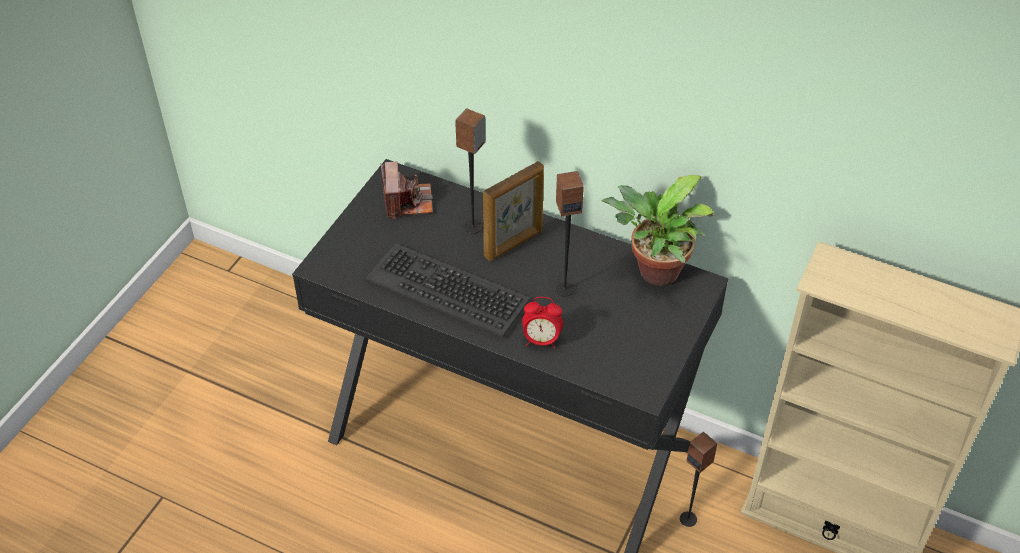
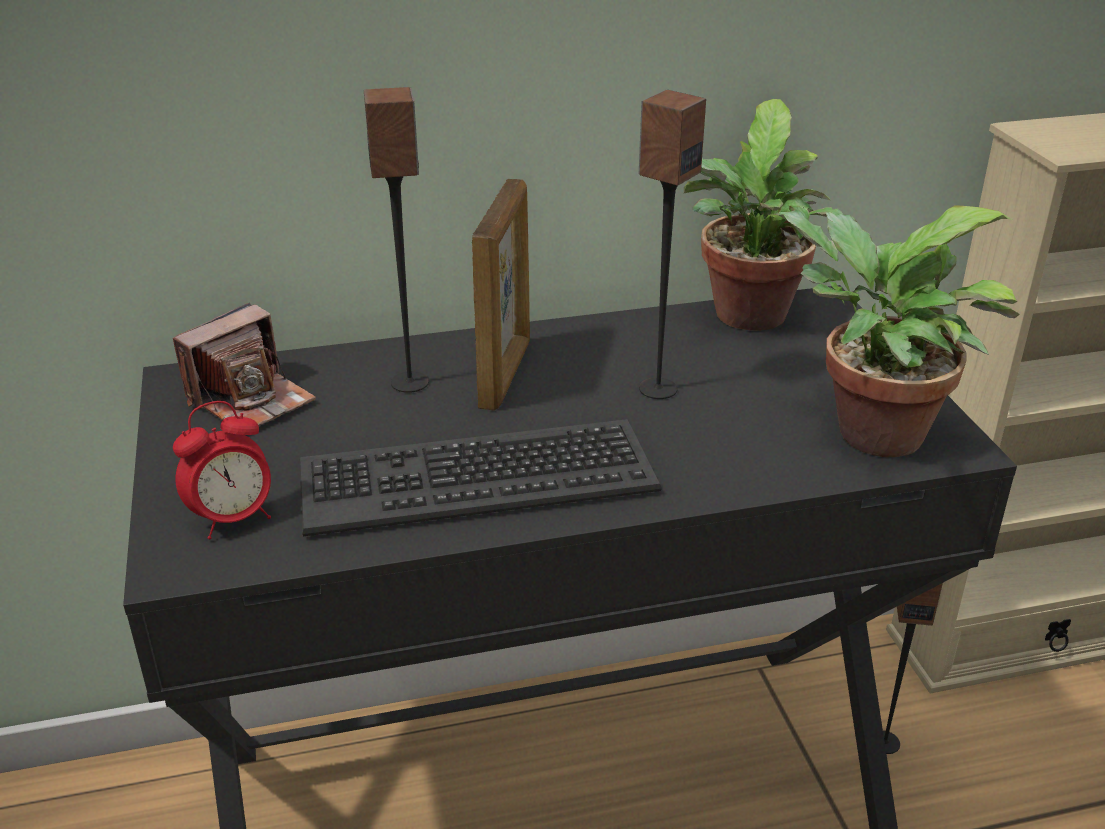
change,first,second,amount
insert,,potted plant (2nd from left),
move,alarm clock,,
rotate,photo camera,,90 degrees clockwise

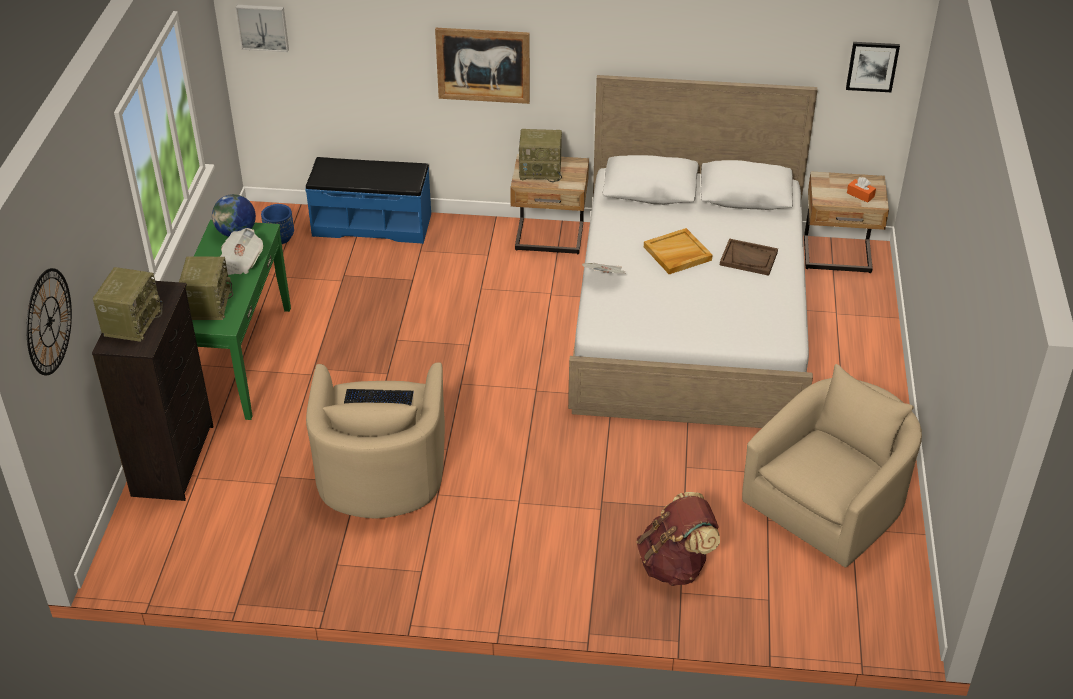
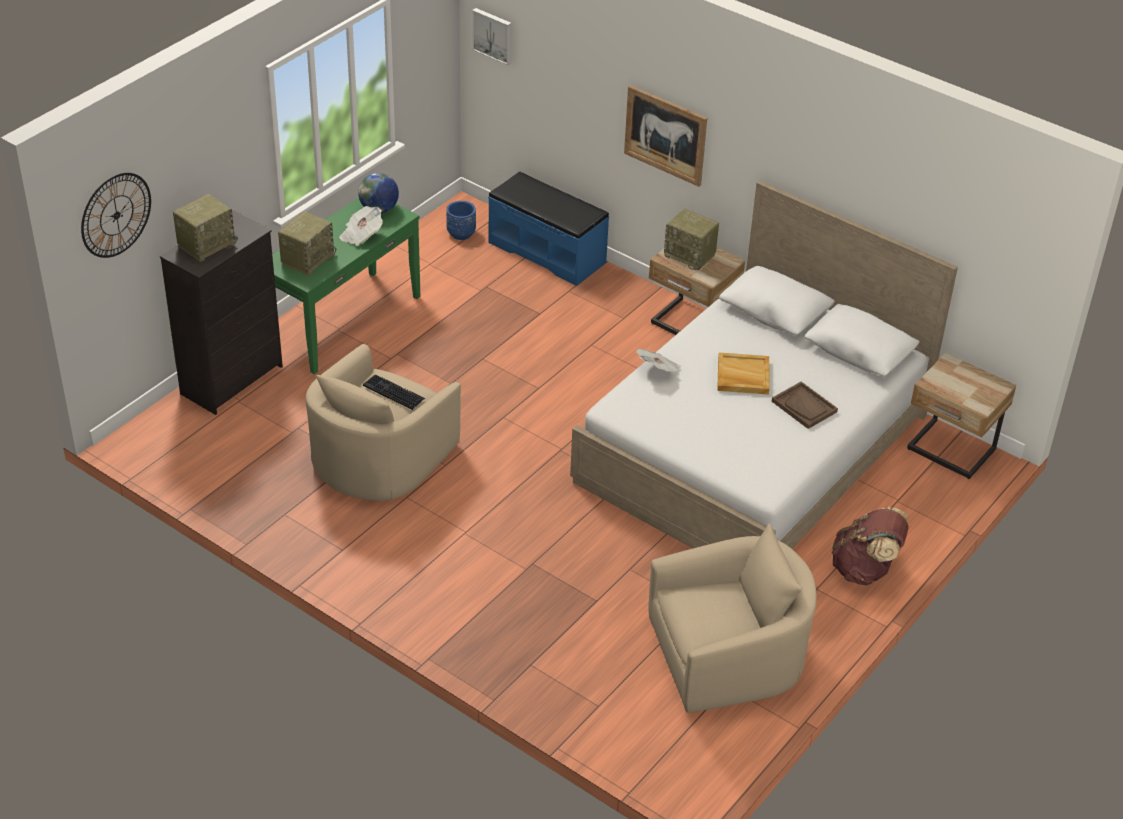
change,first,second,amount
delete,picture (3rd from left),,
delete,tissue box (orange),,
move,backpack (brown),,

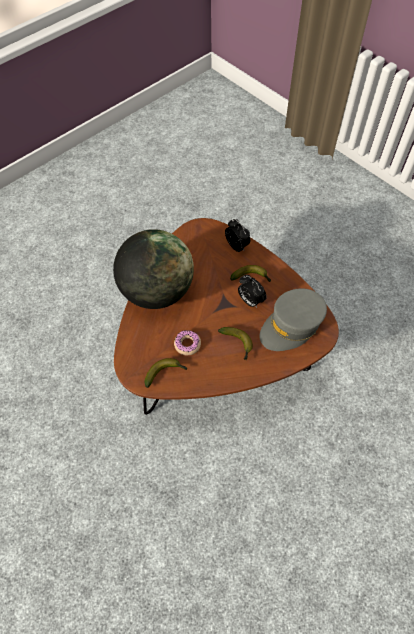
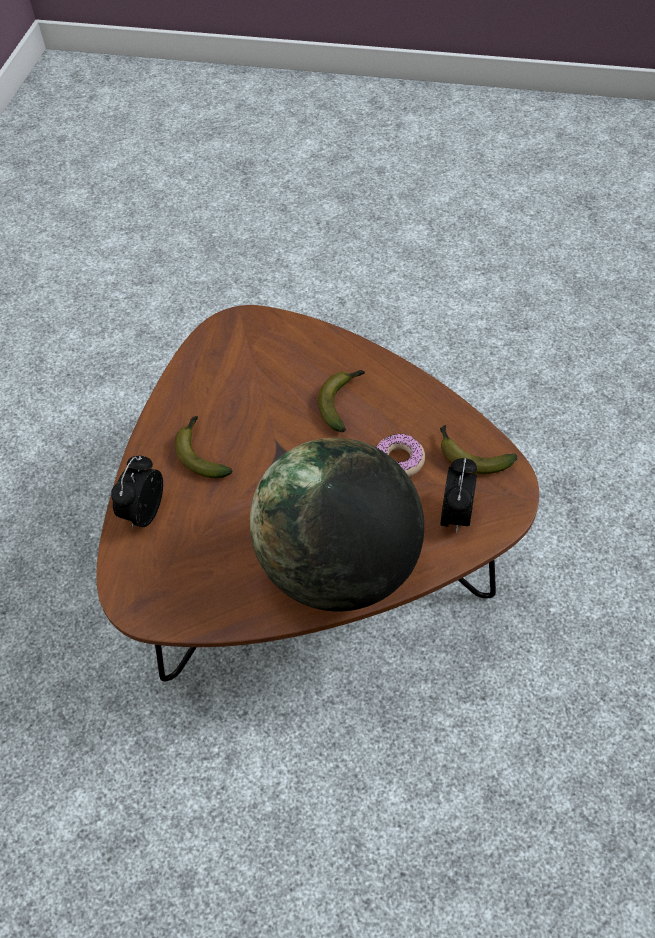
change,first,second,amount
delete,cap (grey),,
move,alarm clock (2nd from left),,

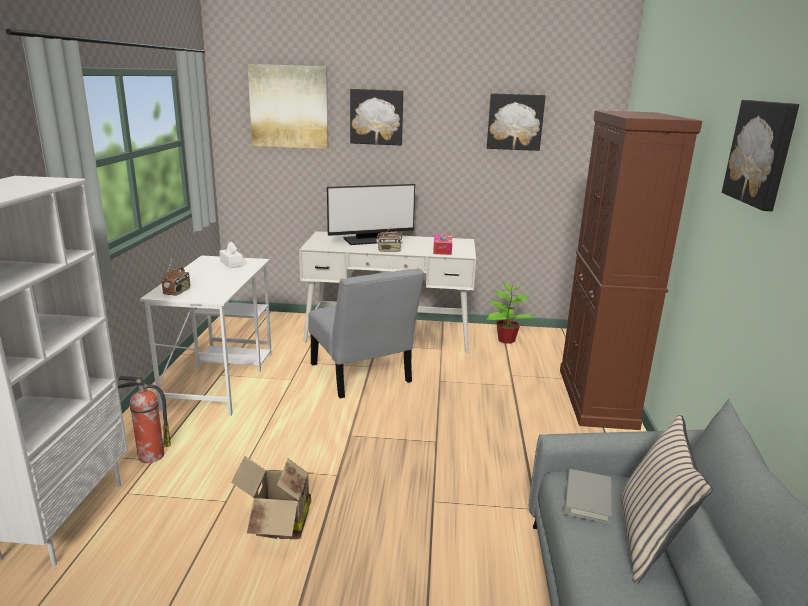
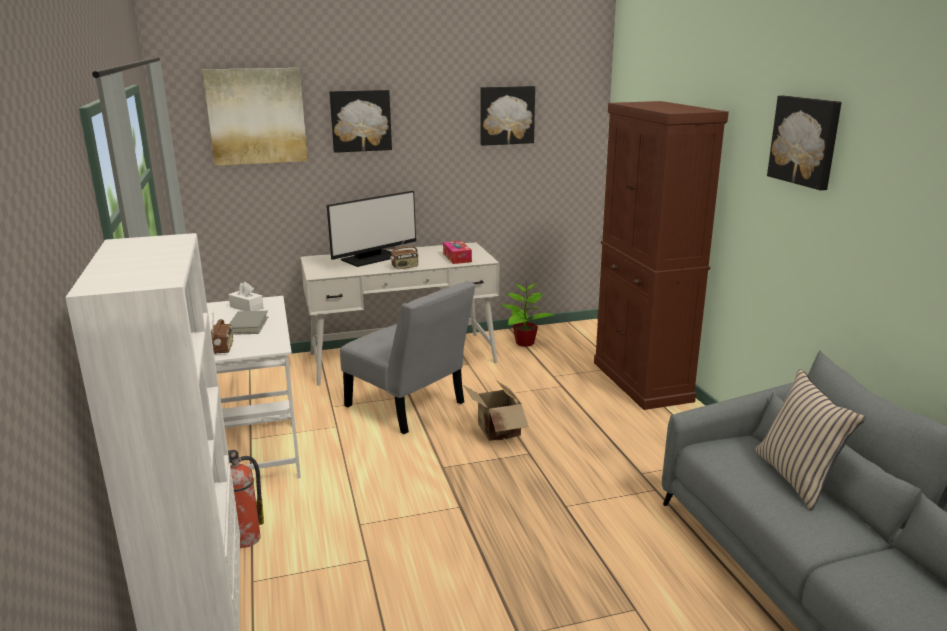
change,first,second,amount
move,cardboard box,,
move,book (grey),,

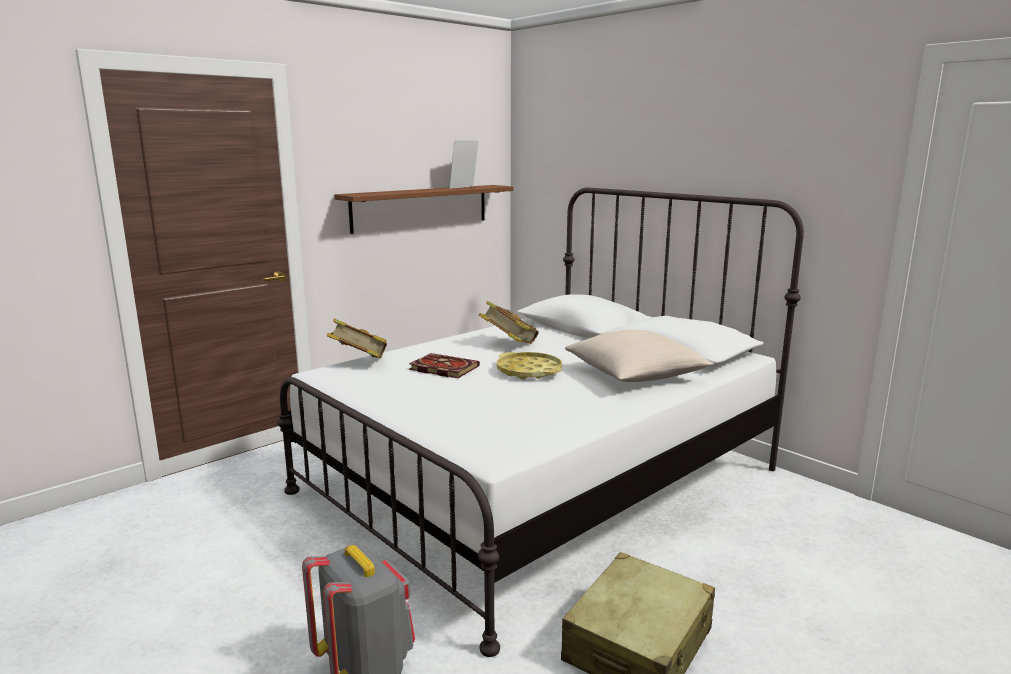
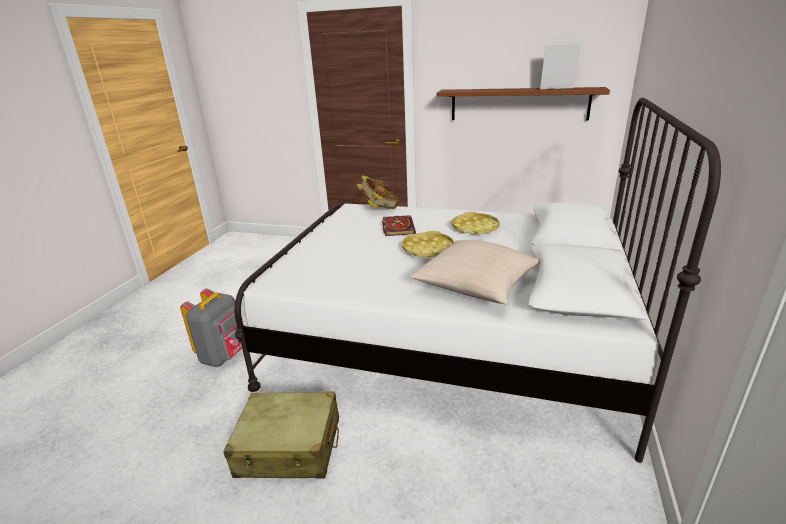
change,first,second,amount
replace,book (3rd from left),tray (yellow) (2nd from left),

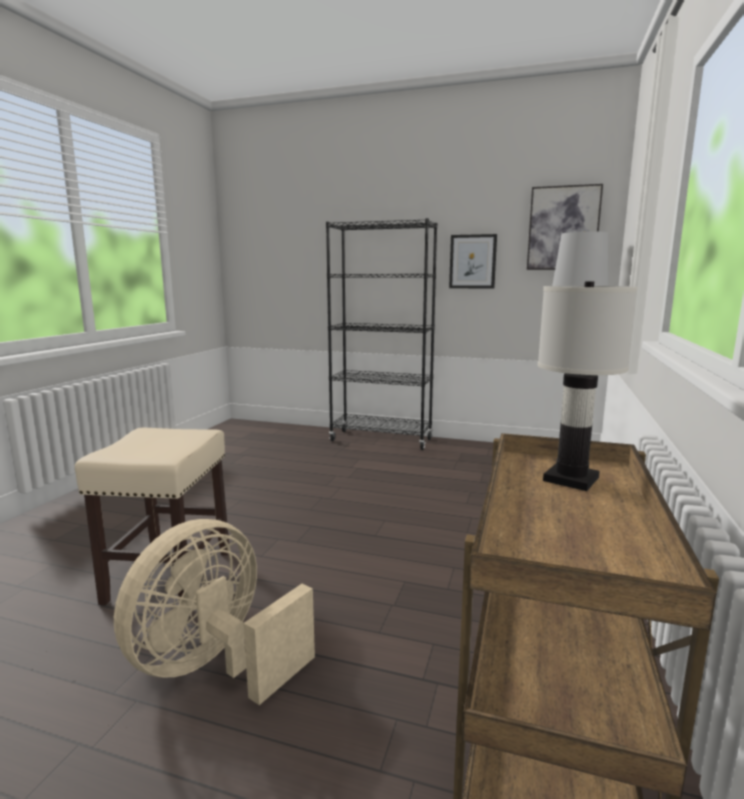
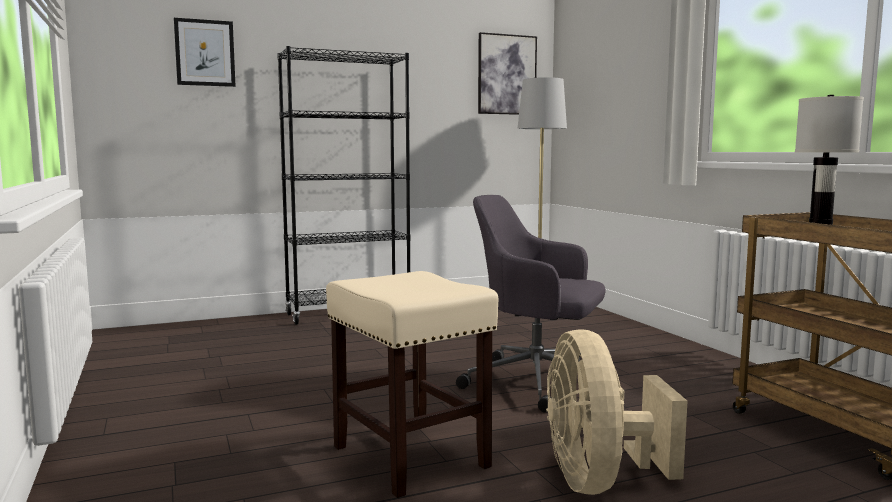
change,first,second,amount
insert,,office chair (grey),
move,picture (1st from left),,

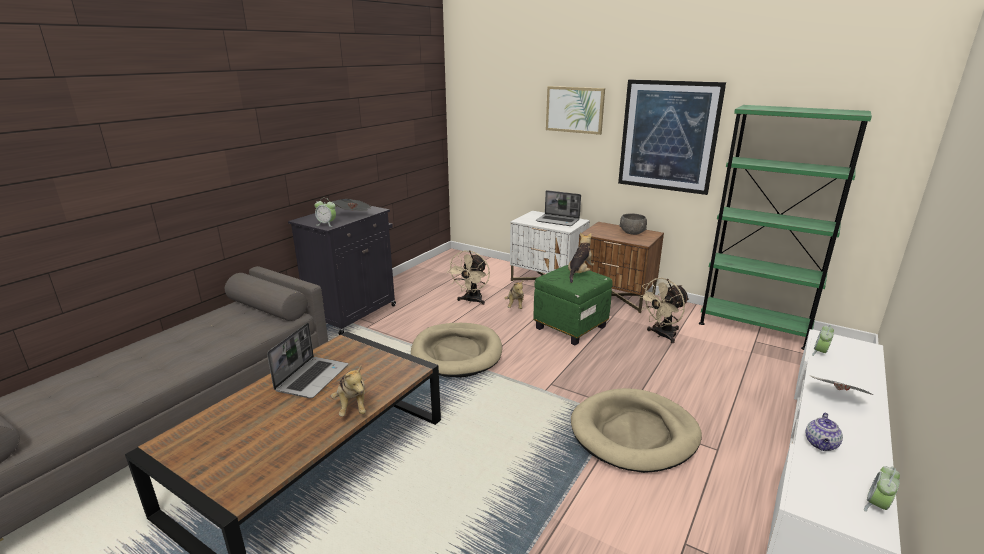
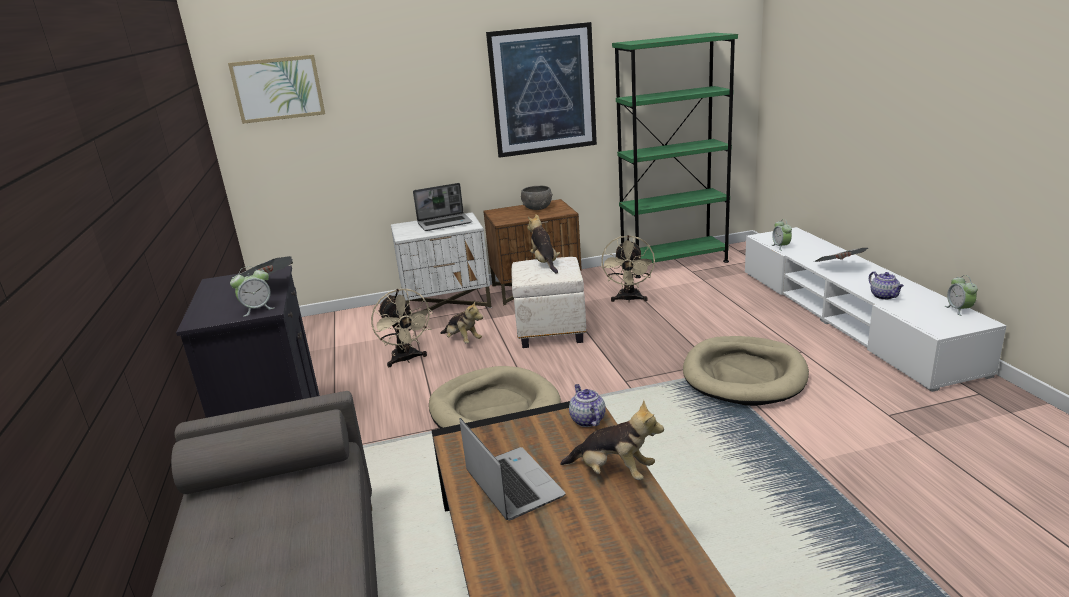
change,first,second,amount
insert,,teapot (1st from left),
move,picture (1st from left),,
recolor,ottoman (green),ottoman (white),

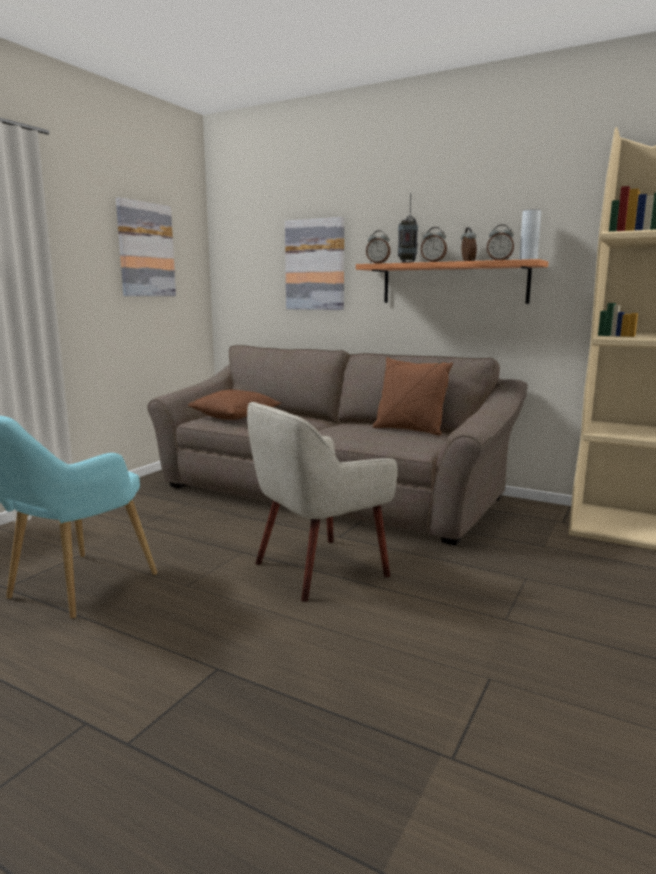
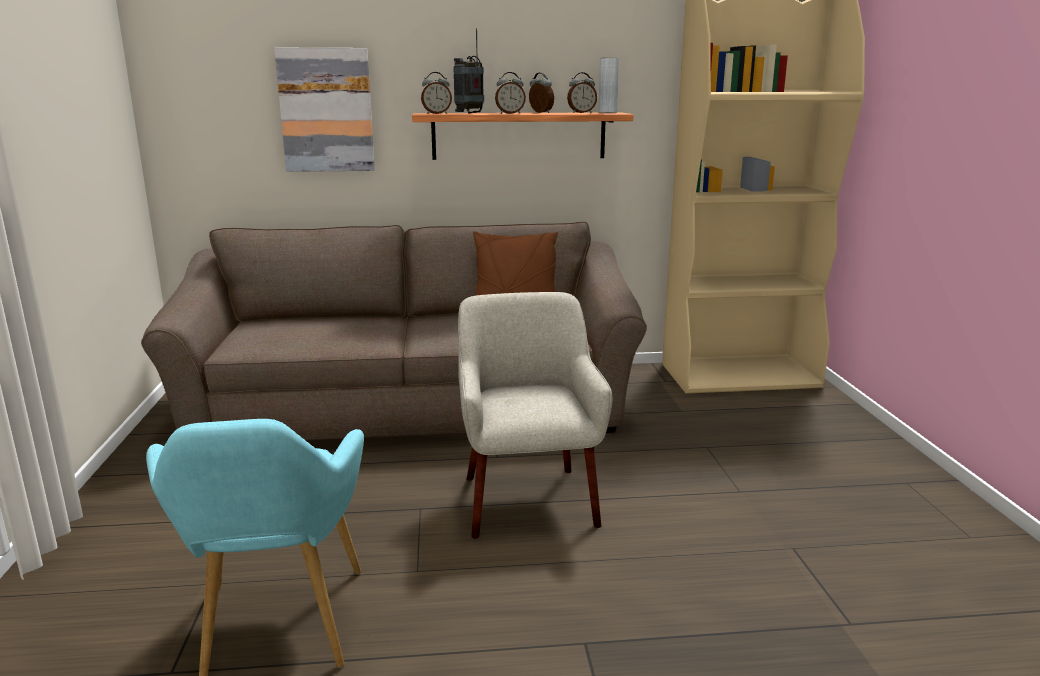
change,first,second,amount
delete,picture (1st from left),,
delete,pillow (brown) (1st from left),,
rotate,armchair (beige),,150 degrees clockwise

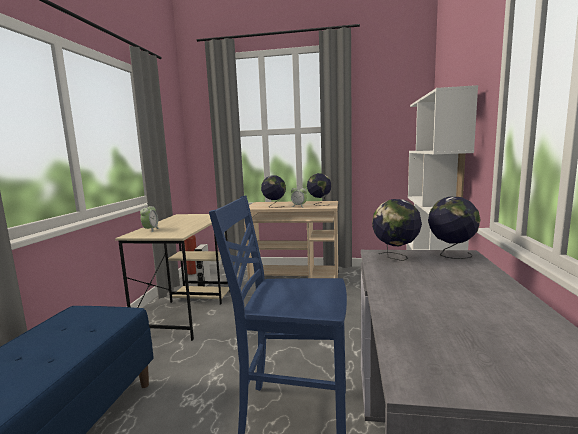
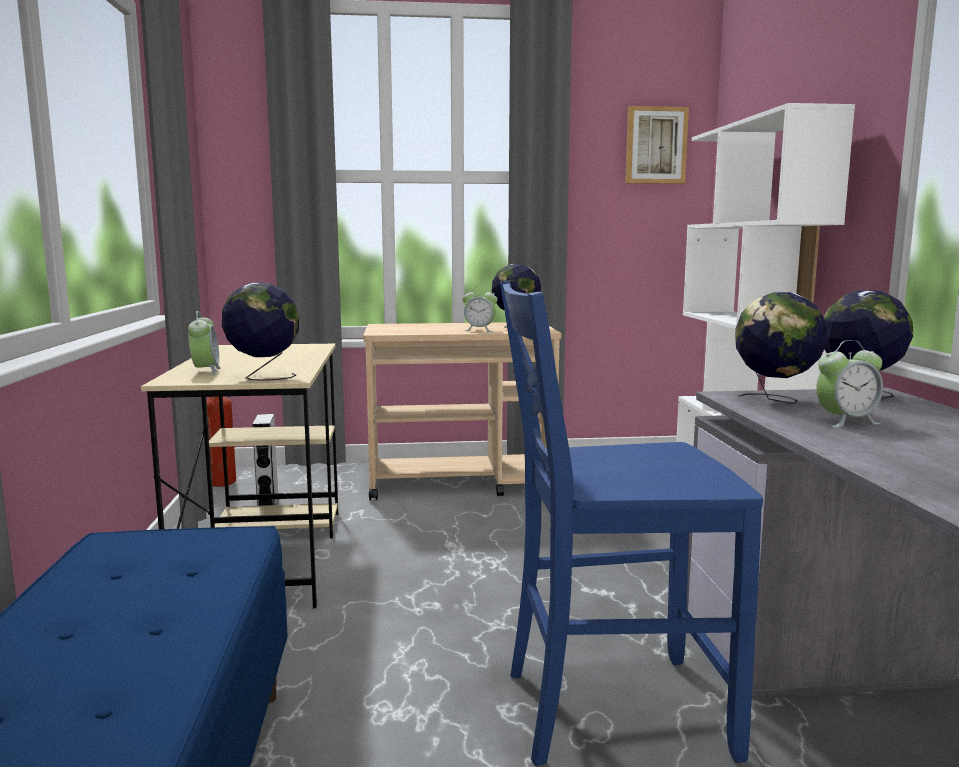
change,first,second,amount
insert,,picture,
insert,,alarm clock (3rd from left),
move,globe (1st from left),,

